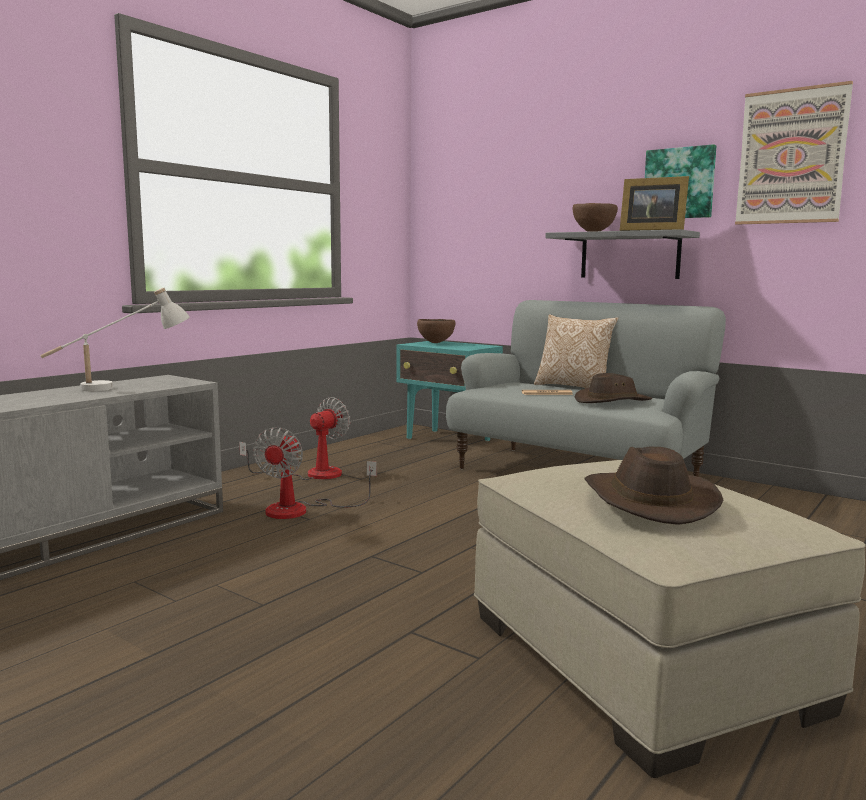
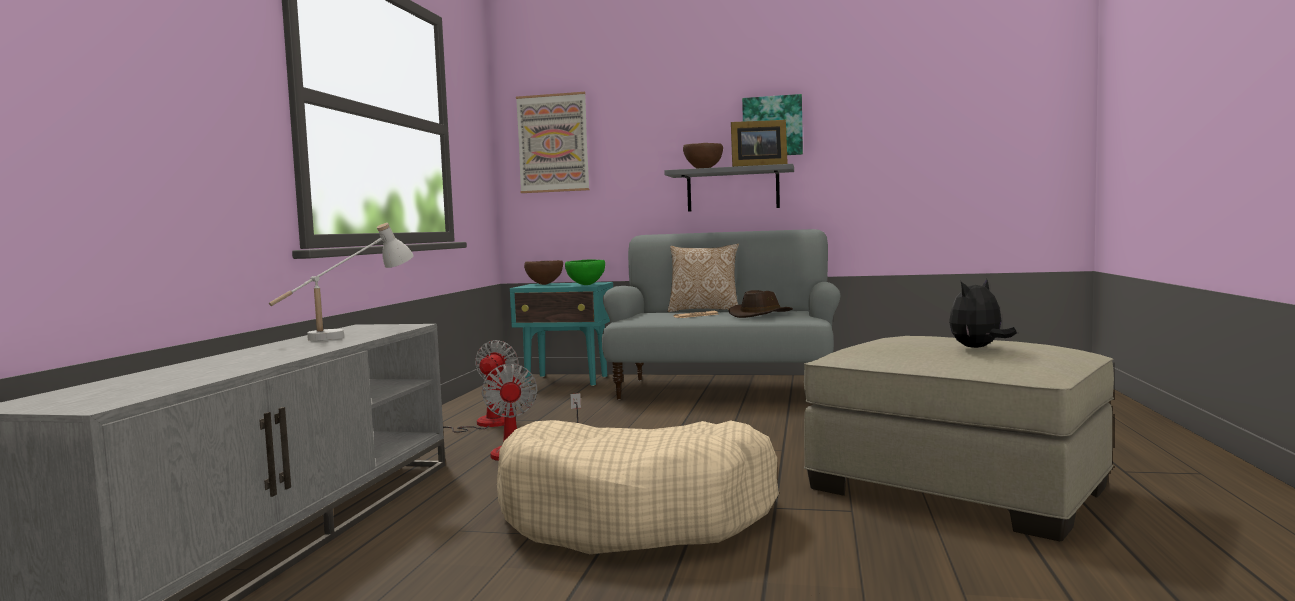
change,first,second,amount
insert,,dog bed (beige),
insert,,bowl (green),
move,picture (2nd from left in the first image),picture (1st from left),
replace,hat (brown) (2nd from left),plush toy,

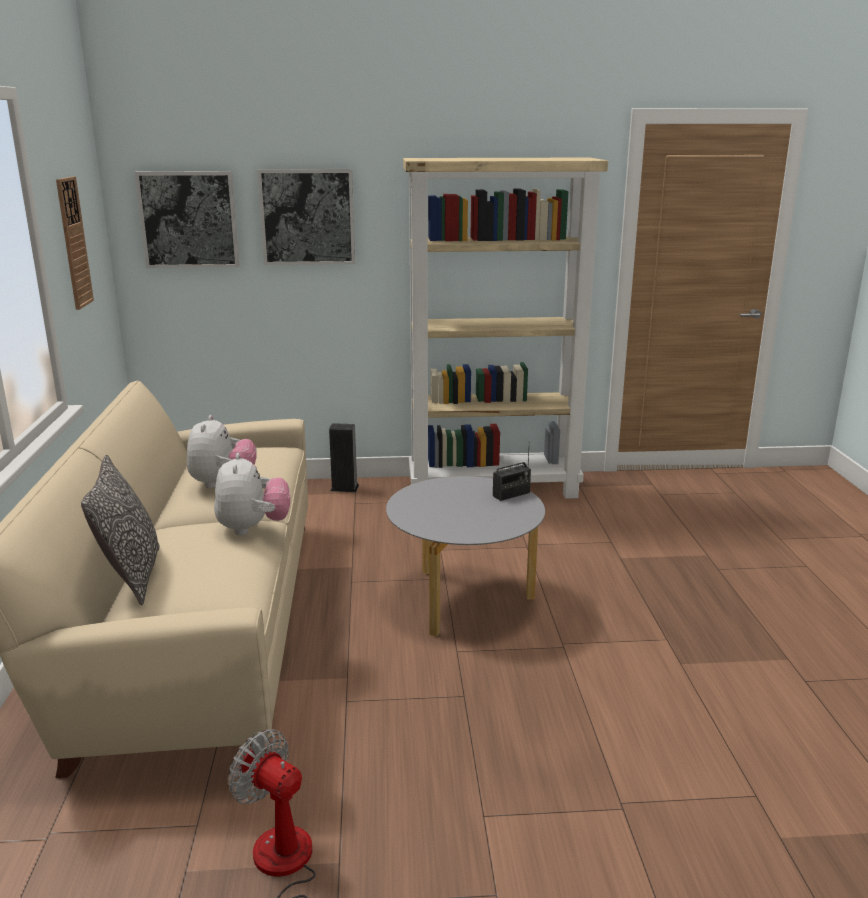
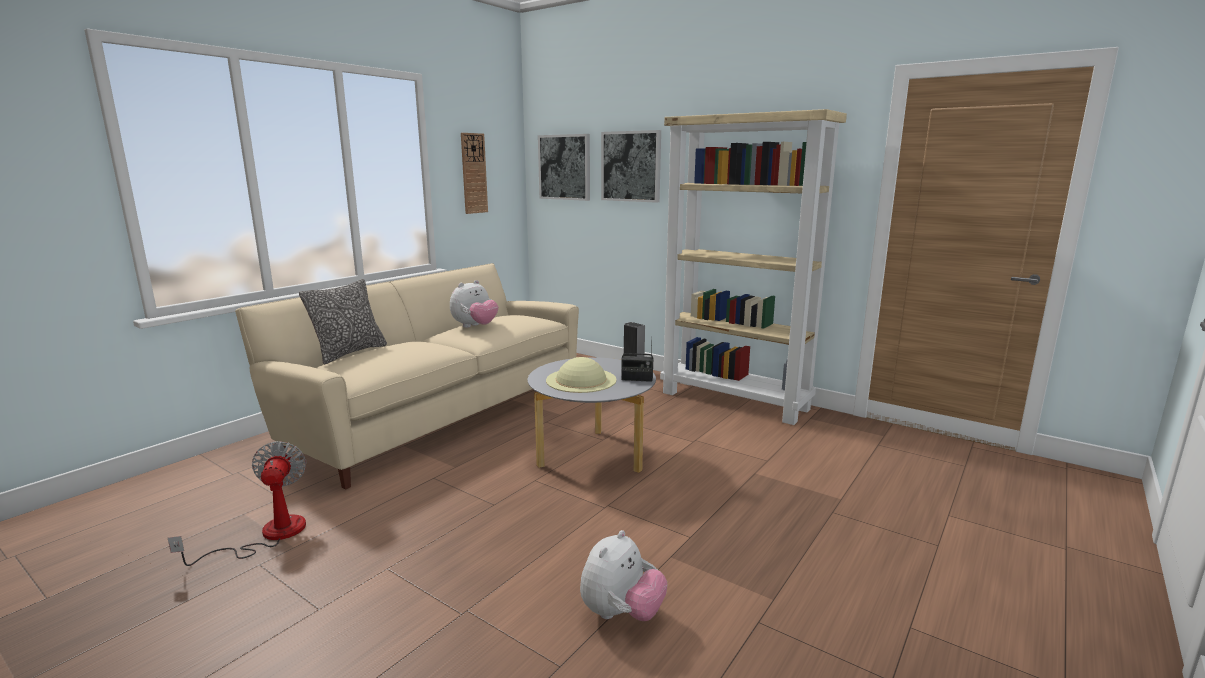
change,first,second,amount
insert,,hat (beige),
move,plush toy (2nd from left),,

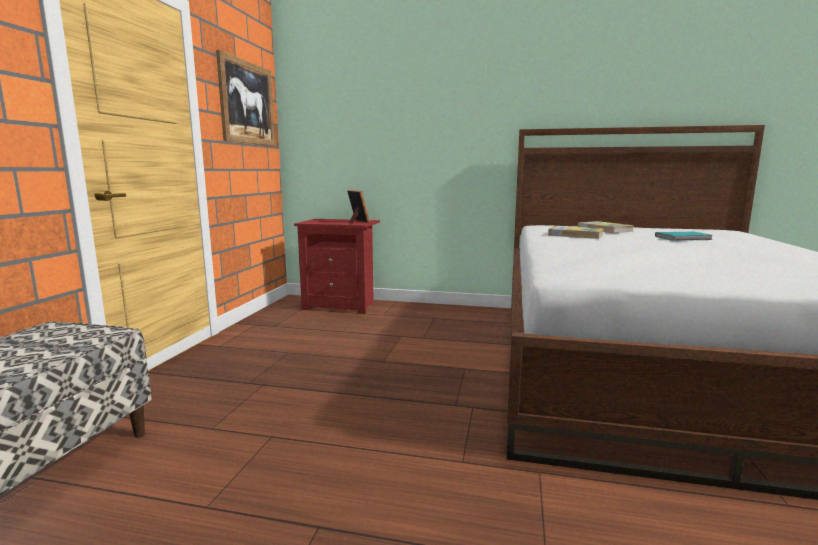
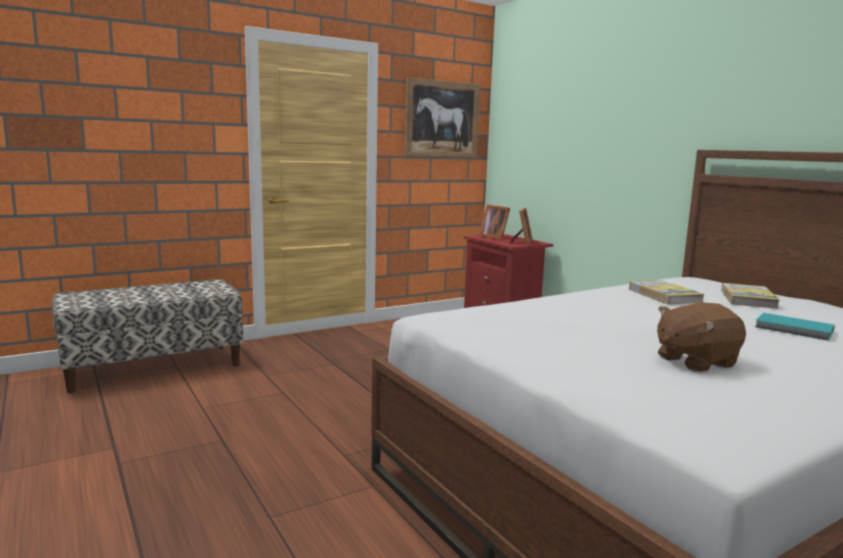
change,first,second,amount
insert,,picture frame (1st from left),
insert,,plush toy (brown),

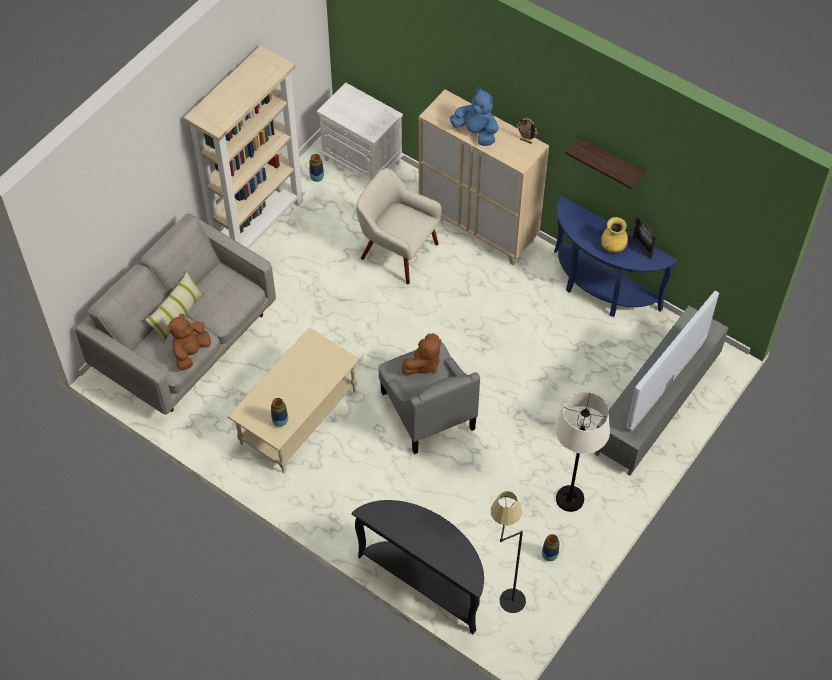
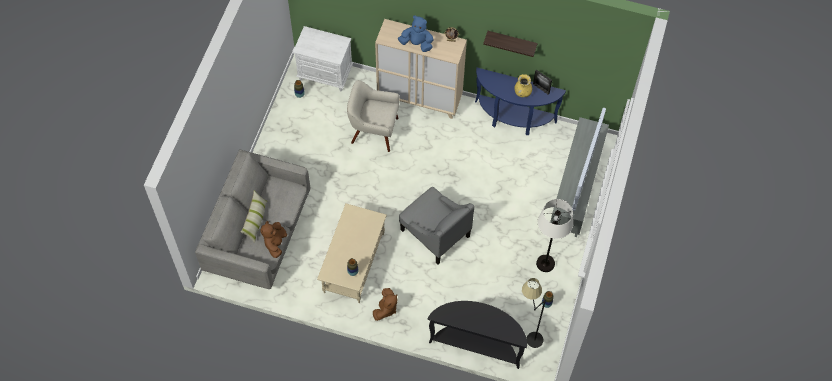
change,first,second,amount
delete,bookcase (beige),,
move,plush toy (brown) (2nd from left),,

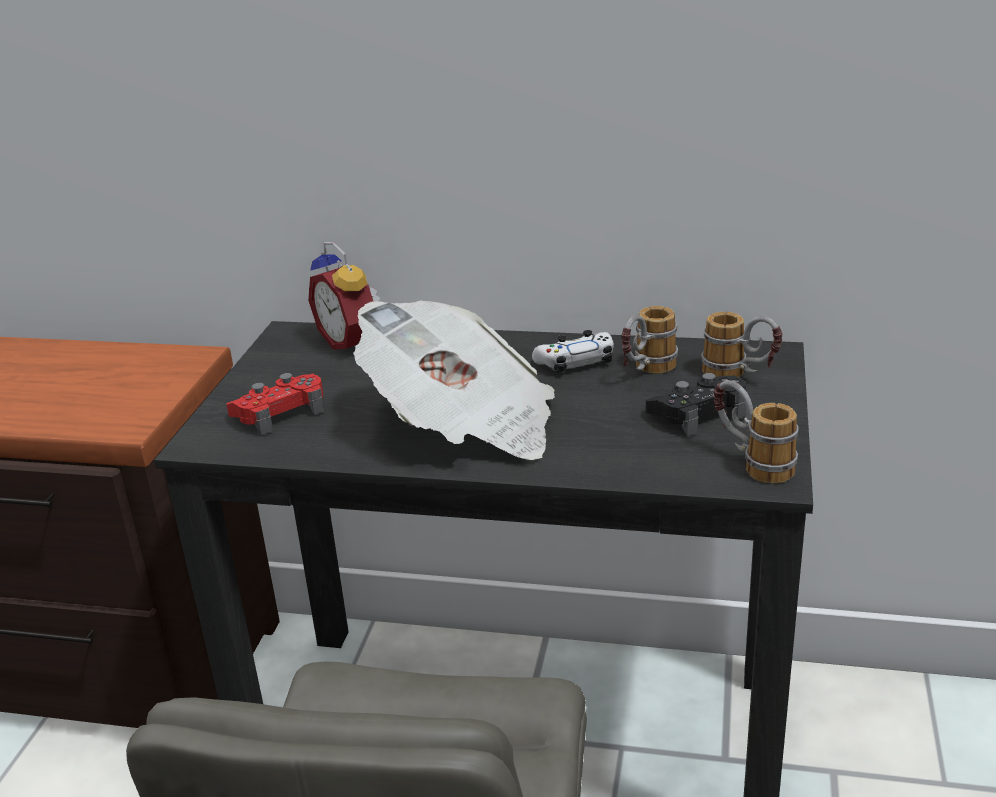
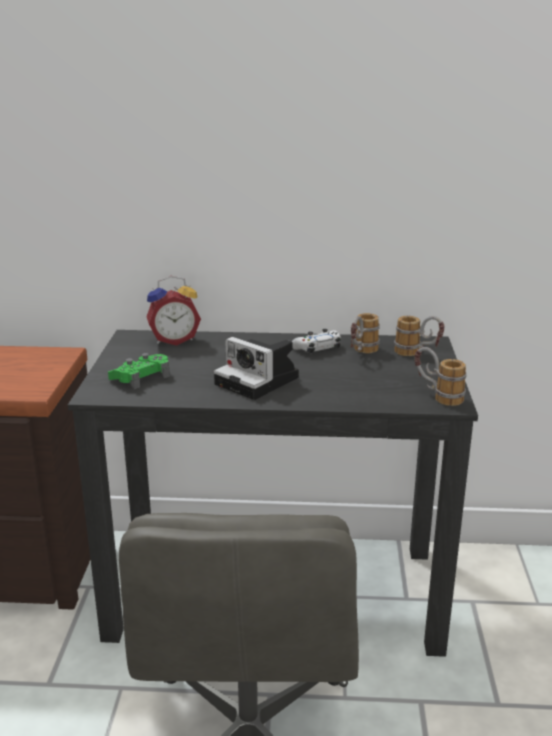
change,first,second,amount
delete,game controller (black),,
replace,newspaper,photo camera,
recolor,game controller (red),game controller (green),
rotate,alarm clock,,60 degrees counterclockwise

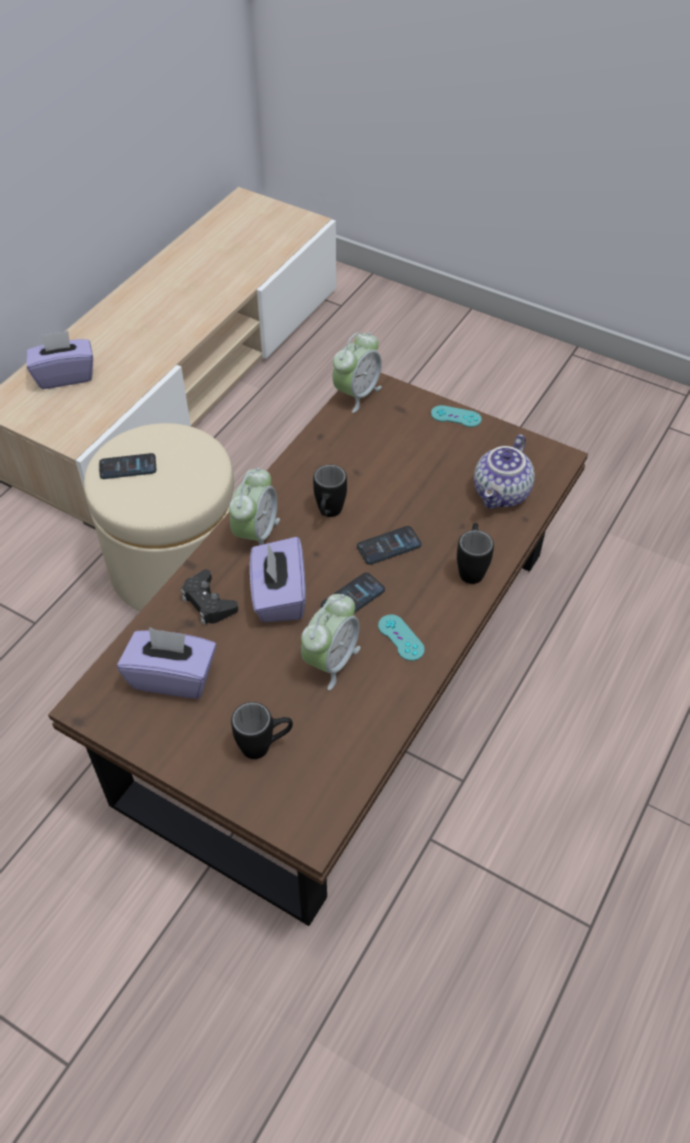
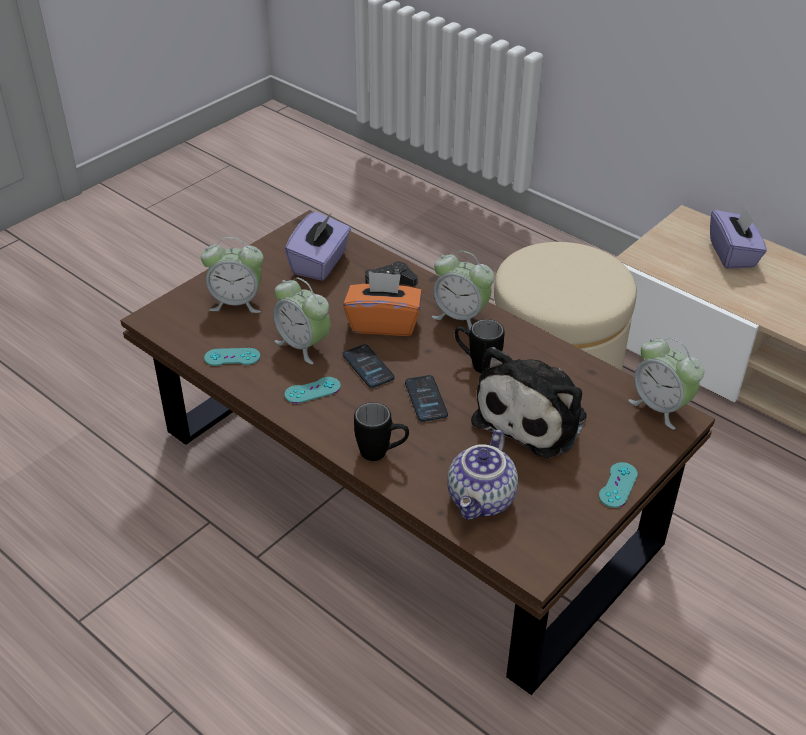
change,first,second,amount
delete,phone (1st from left),,
insert,,game controller (turquoise) (1st from left),
insert,,plush toy,
replace,mug (black) (1st from left),alarm clock (1st from left),
recolor,tissue box (purple) (3rd from left),tissue box (orange),
rotate,teapot,,105 degrees counterclockwise

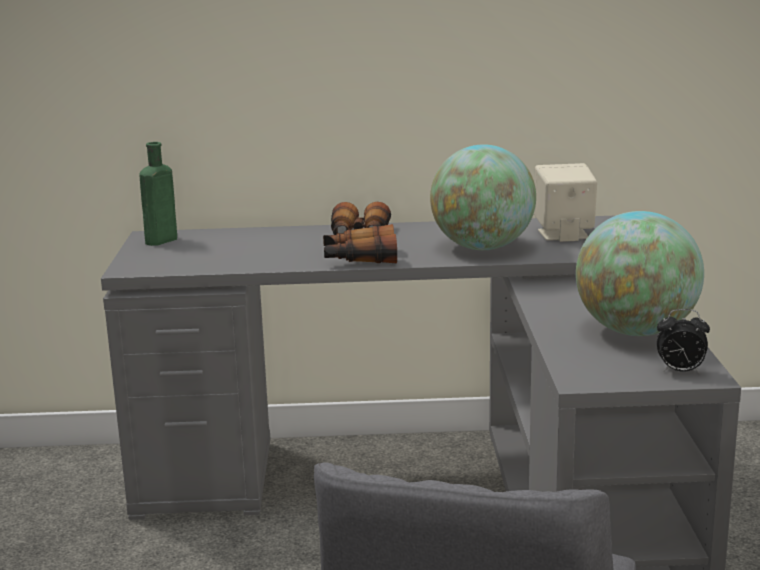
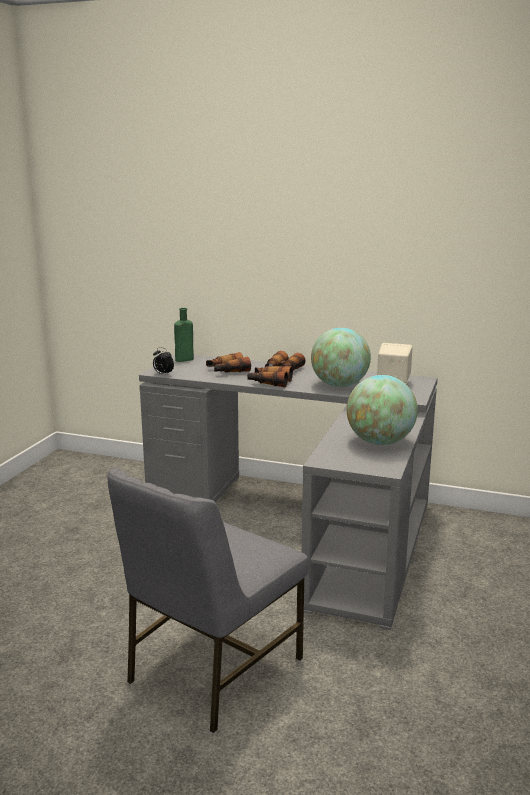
change,first,second,amount
insert,,binoculars (1st from left),
move,alarm clock,,

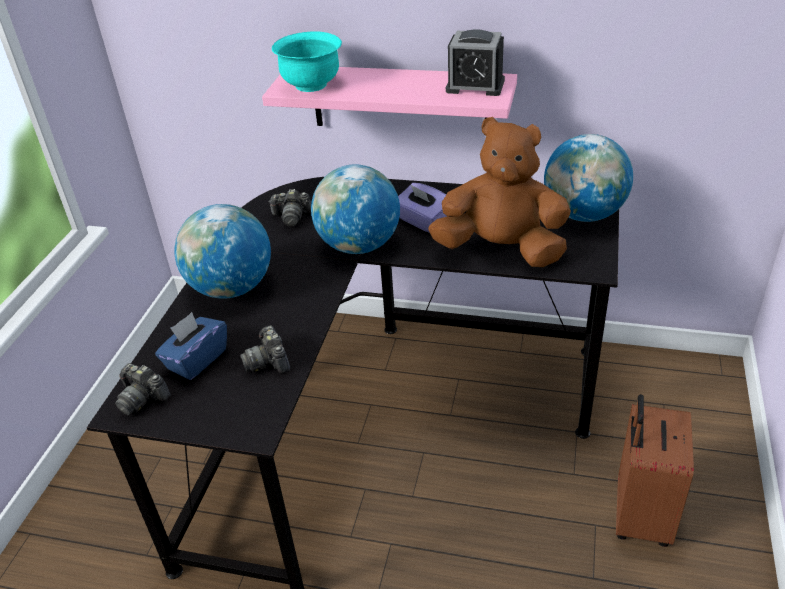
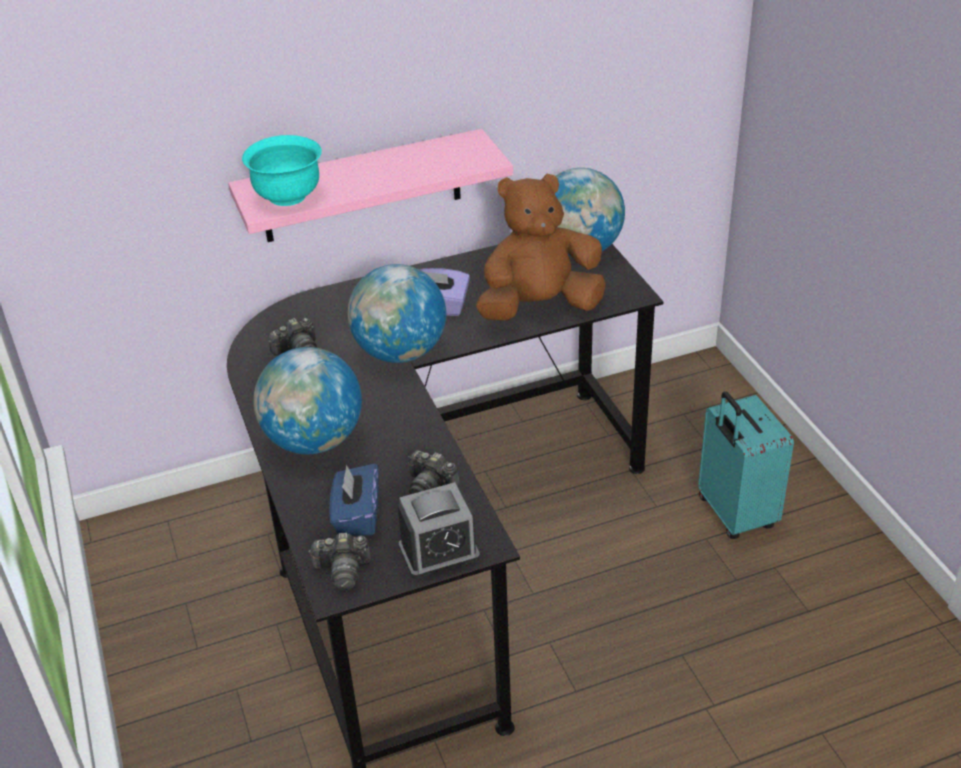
change,first,second,amount
move,alarm clock,,
recolor,suitcase (brown),suitcase (turquoise),

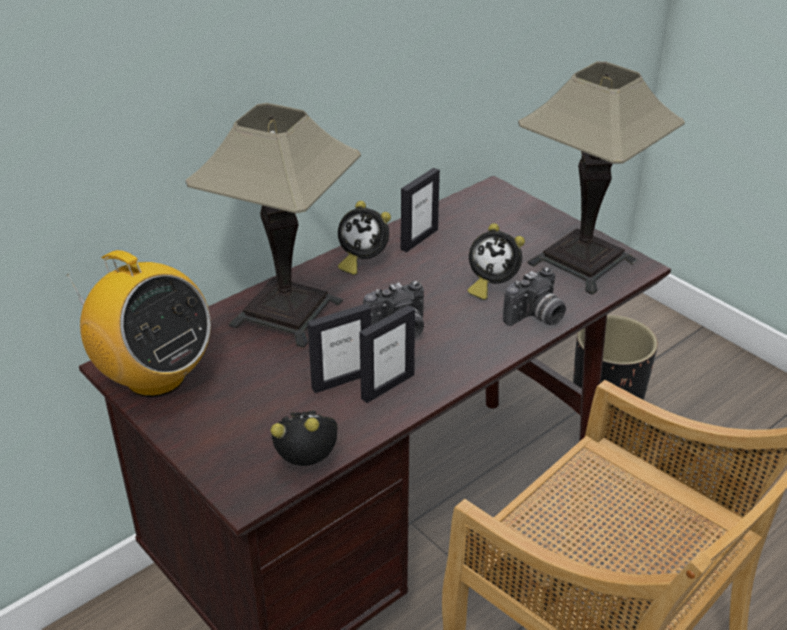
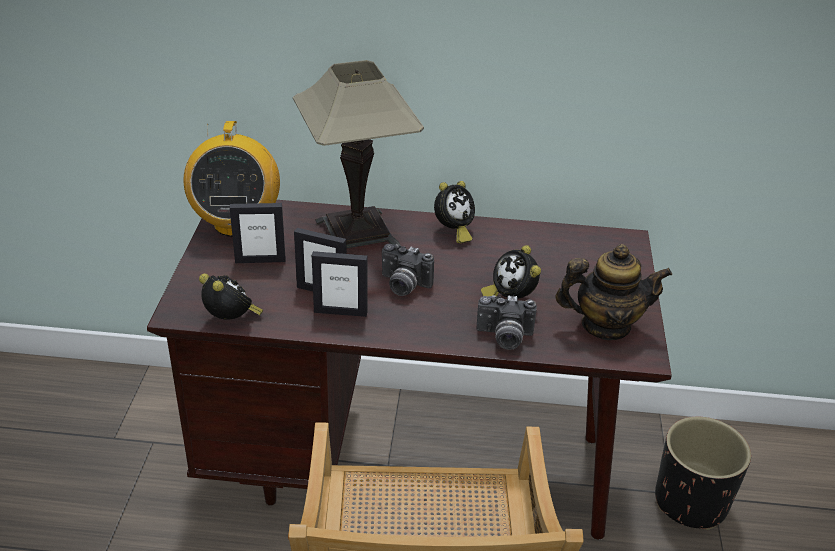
change,first,second,amount
move,picture frame (3rd from left in the first image),picture frame (1st from left),
replace,table lamp (2nd from left),teapot,
rotate,alarm clock (2nd from left),,105 degrees counterclockwise

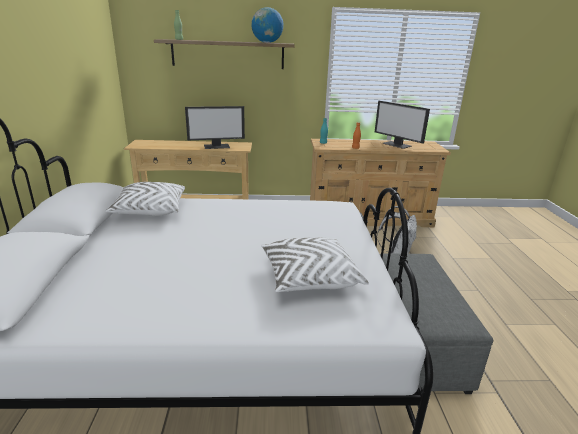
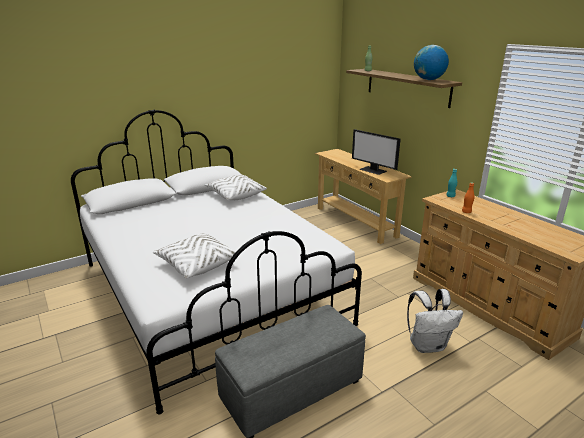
change,first,second,amount
delete,monitor (2nd from left),,

